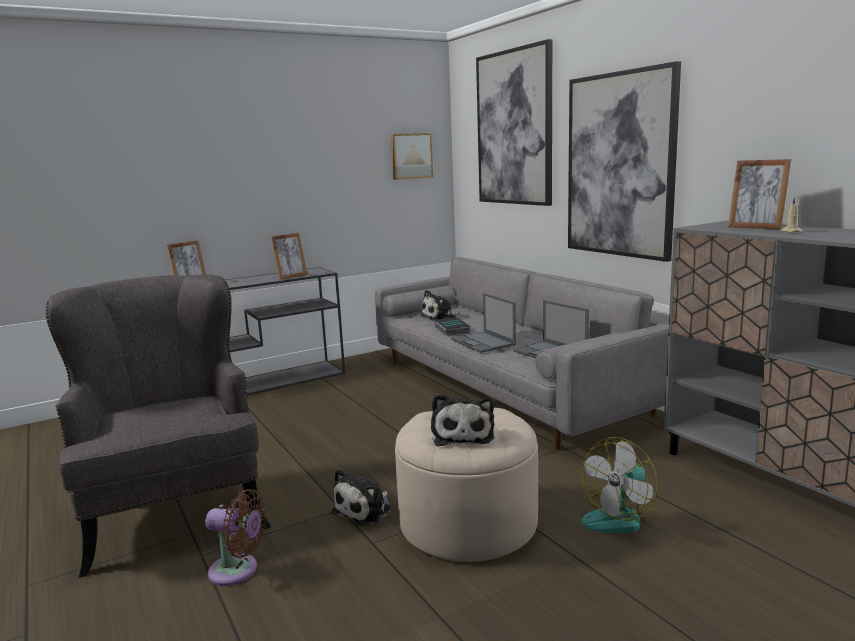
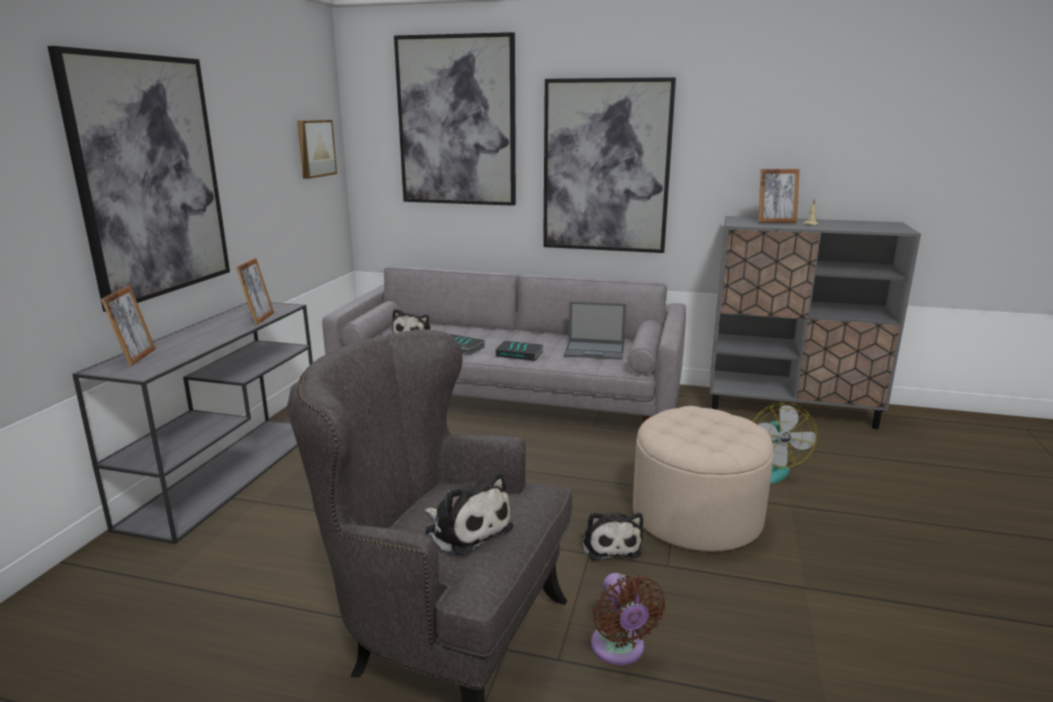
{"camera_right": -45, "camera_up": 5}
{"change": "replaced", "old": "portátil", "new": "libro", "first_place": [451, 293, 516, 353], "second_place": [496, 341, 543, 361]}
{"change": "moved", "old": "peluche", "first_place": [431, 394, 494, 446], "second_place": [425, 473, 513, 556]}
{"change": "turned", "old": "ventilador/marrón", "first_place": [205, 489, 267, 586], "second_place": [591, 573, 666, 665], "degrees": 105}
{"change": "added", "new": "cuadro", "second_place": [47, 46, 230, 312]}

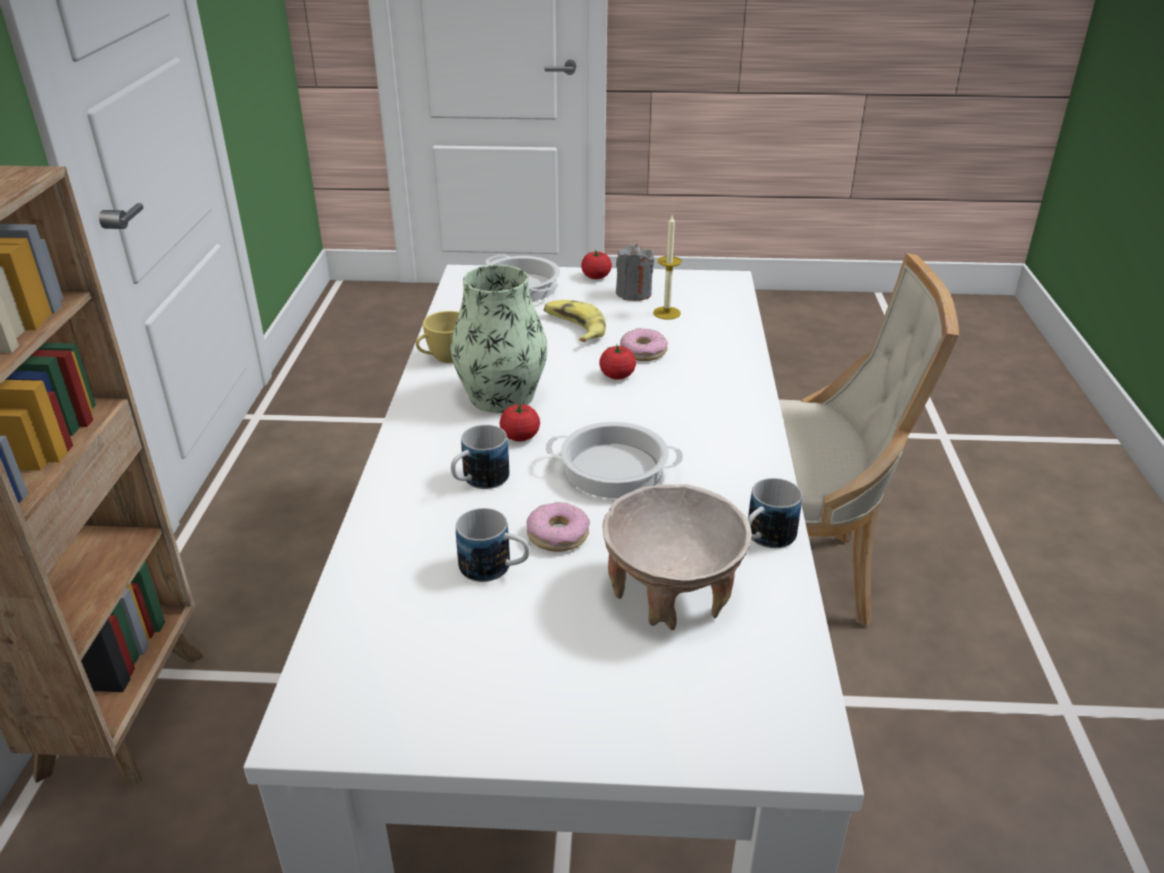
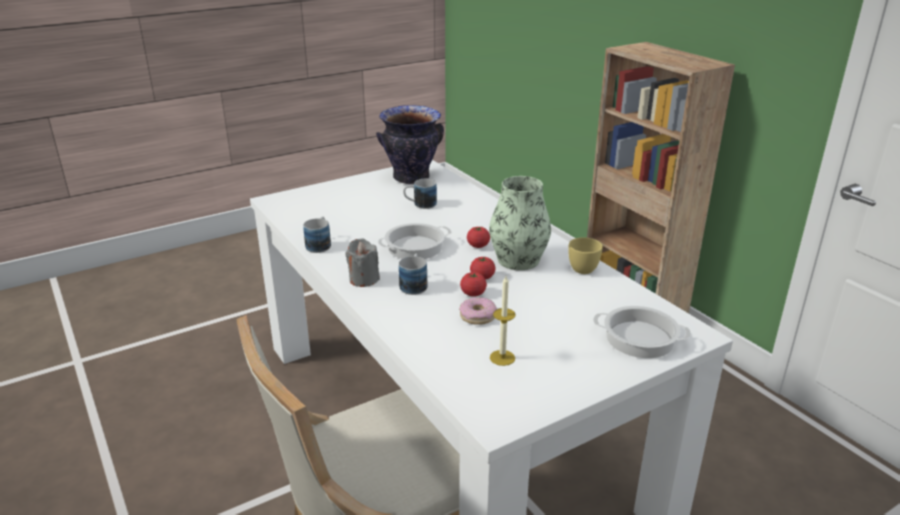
{"camera_right": 145, "camera_up": -5}
{"change": "moved", "old": "vela/gris", "first_place": [616, 244, 654, 301], "second_place": [346, 239, 380, 287]}
{"change": "moved", "old": "tomate", "first_place": [581, 250, 612, 279], "second_place": [470, 257, 496, 280]}
{"change": "removed", "old": "plátano", "first_place": [544, 300, 606, 342]}
{"change": "moved", "old": "taza grande", "first_place": [451, 425, 509, 489], "second_place": [399, 253, 427, 295]}
{"change": "removed", "old": "cuenco/beis", "first_place": [602, 484, 752, 630]}
{"change": "removed", "old": "rosquilla", "first_place": [526, 502, 590, 552]}
{"change": "added", "new": "florero", "second_place": [376, 105, 444, 184]}

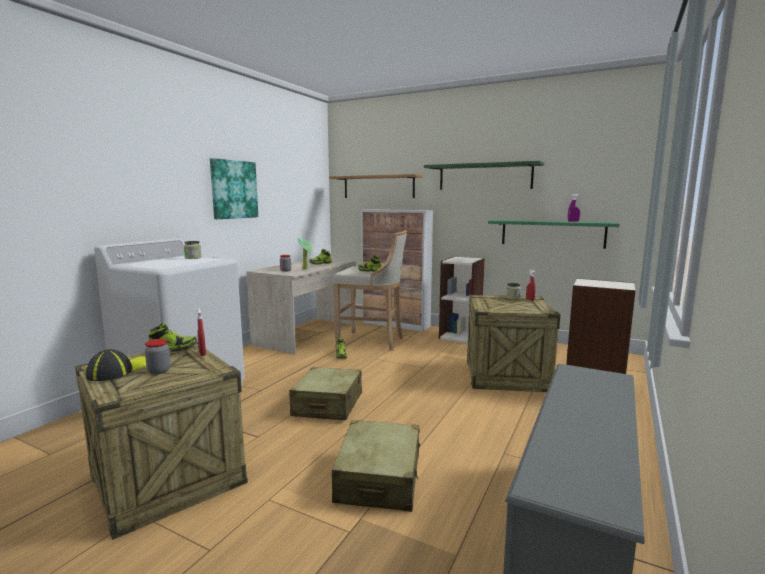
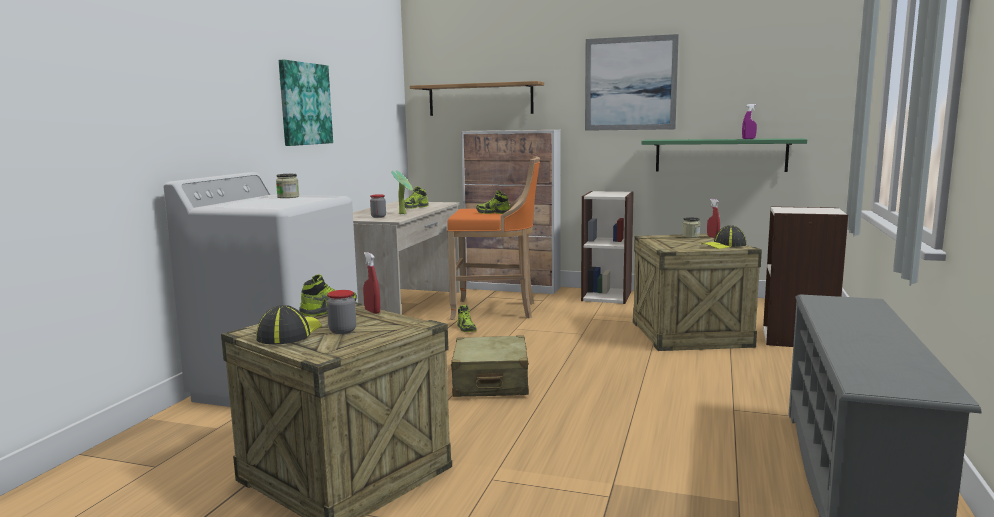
{"camera_right": -10, "camera_up": 0}
{"change": "replaced", "old": "estante/verde", "new": "cuadro", "first_place": [424, 161, 544, 190], "second_place": [585, 34, 679, 131]}
{"change": "recoloured", "old": "taburete/beis", "new": "taburete/naranja", "first_place": [334, 230, 407, 351], "second_place": [447, 156, 540, 320]}
{"change": "removed", "old": "maleta/beis", "first_place": [332, 420, 420, 512]}
{"change": "added", "new": "gorra", "second_place": [701, 225, 746, 249]}

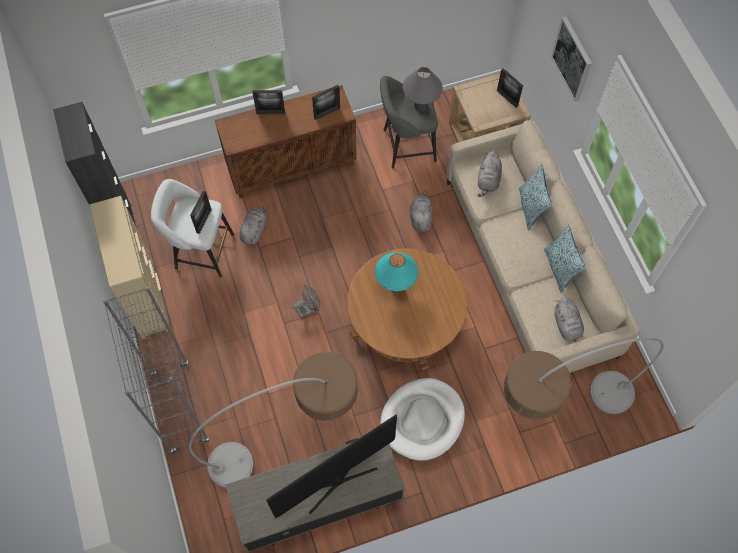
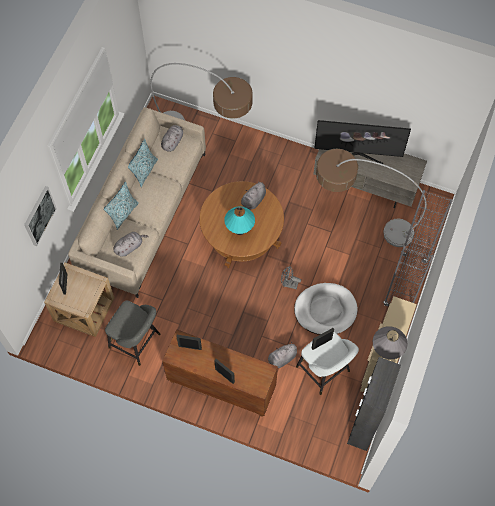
{"camera_right": -140, "camera_up": 0}
{"change": "moved", "old": "lámpara de mesa/gris", "first_place": [402, 67, 443, 112], "second_place": [372, 326, 408, 359]}
{"change": "moved", "old": "peluche/gris", "first_place": [410, 191, 432, 232], "second_place": [237, 181, 266, 210]}
{"change": "moved", "old": "cama para perro/blanco", "first_place": [380, 378, 465, 461], "second_place": [294, 283, 358, 335]}

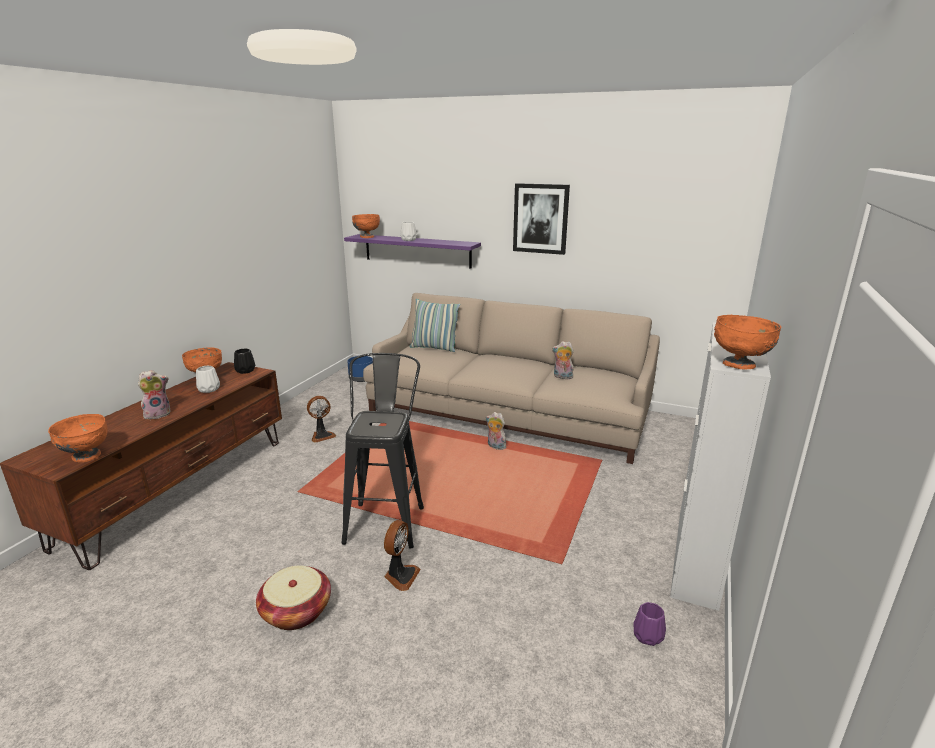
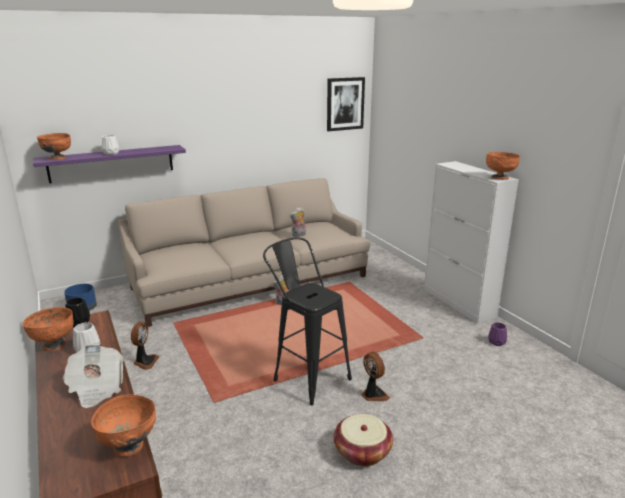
{"camera_right": -50, "camera_up": 0}
{"change": "moved", "old": "cuadro", "first_place": [513, 183, 570, 255], "second_place": [327, 77, 365, 131]}
{"change": "removed", "old": "cojín", "first_place": [410, 299, 460, 352]}
{"change": "replaced", "old": "peluche", "new": "periódico", "first_place": [138, 370, 171, 419], "second_place": [62, 343, 124, 408]}

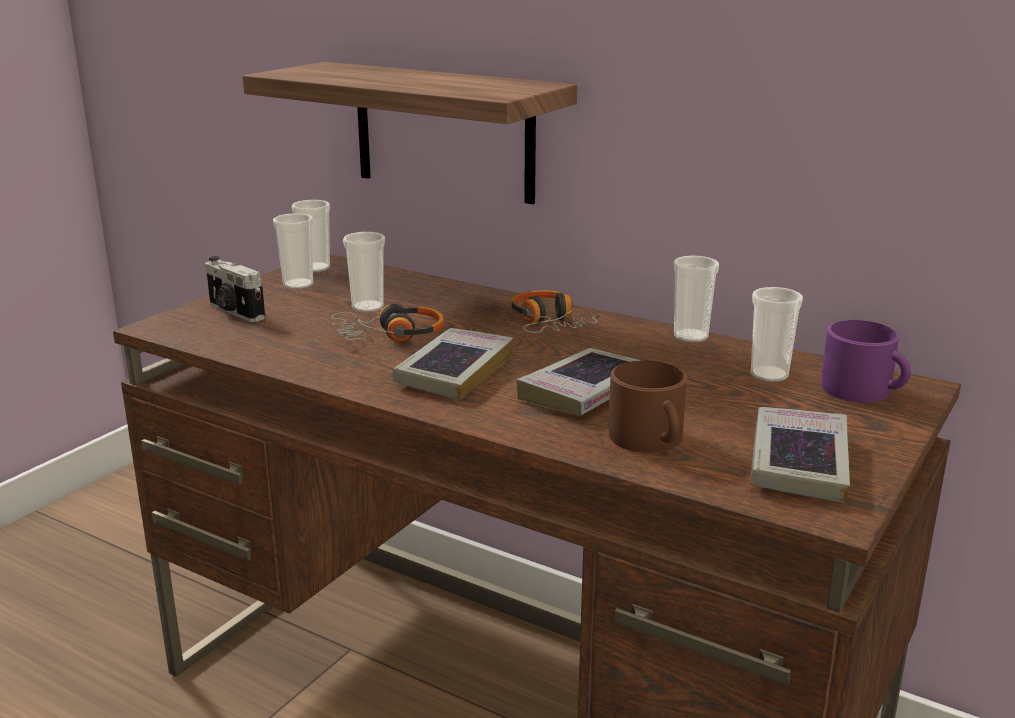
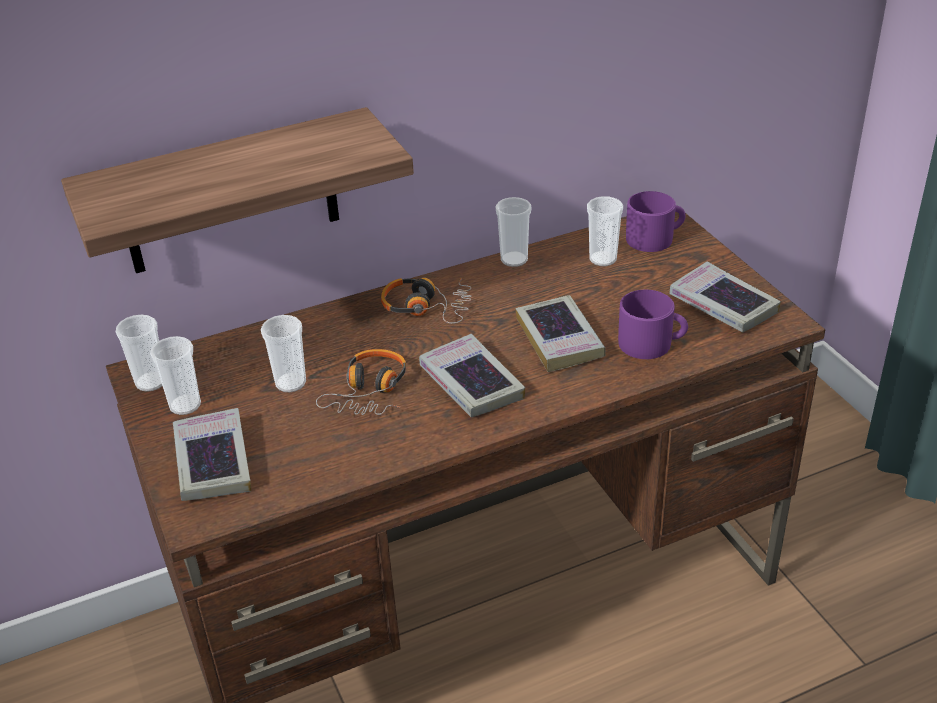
{"camera_right": -55, "camera_up": 15}
{"change": "replaced", "old": "cámara", "new": "libro", "first_place": [205, 256, 265, 322], "second_place": [173, 408, 251, 501]}
{"change": "recoloured", "old": "taza grande/marrón", "new": "taza grande/morado", "first_place": [609, 360, 687, 453], "second_place": [618, 290, 688, 359]}

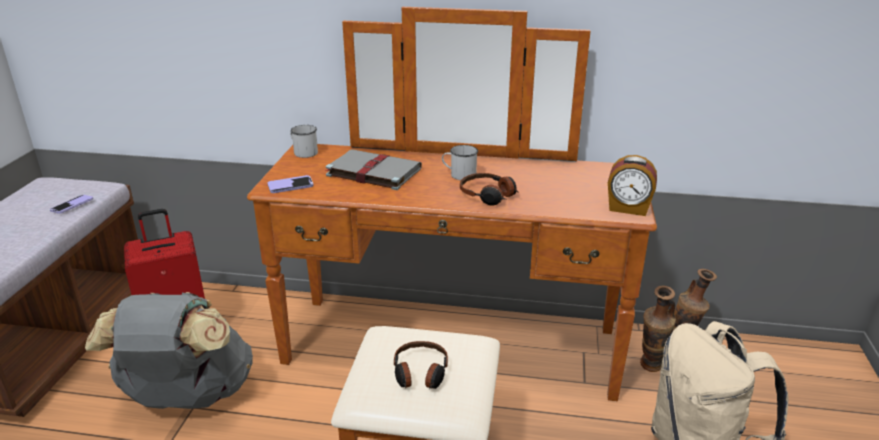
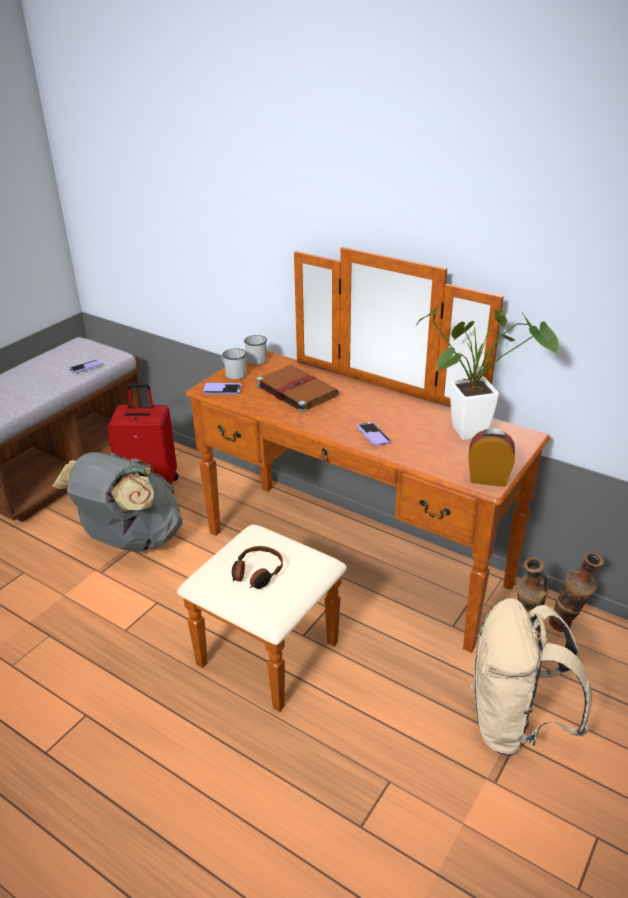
{"camera_right": 25, "camera_up": 5}
{"change": "moved", "old": "taza grande/blanco", "first_place": [442, 145, 478, 180], "second_place": [221, 348, 247, 380]}
{"change": "recoloured", "old": "libro/gris", "new": "libro/marrón", "first_place": [325, 149, 422, 190], "second_place": [256, 365, 339, 413]}
{"change": "turned", "old": "despertador", "first_place": [608, 155, 657, 216], "second_place": [468, 428, 515, 487], "degrees": 150}
{"change": "replaced", "old": "auriculares", "new": "móvil", "first_place": [460, 173, 519, 205], "second_place": [357, 422, 391, 446]}
{"change": "added", "new": "planta en maceta", "second_place": [415, 307, 559, 440]}

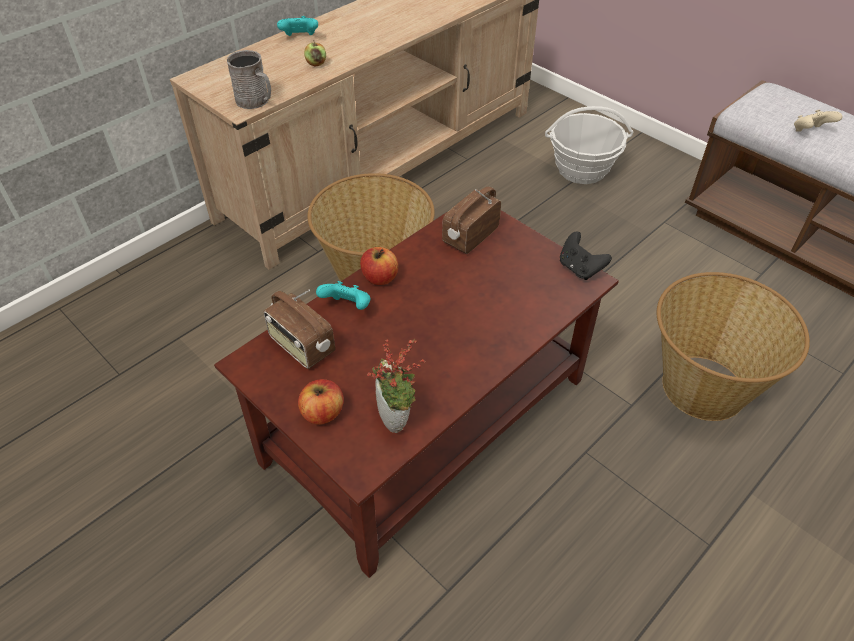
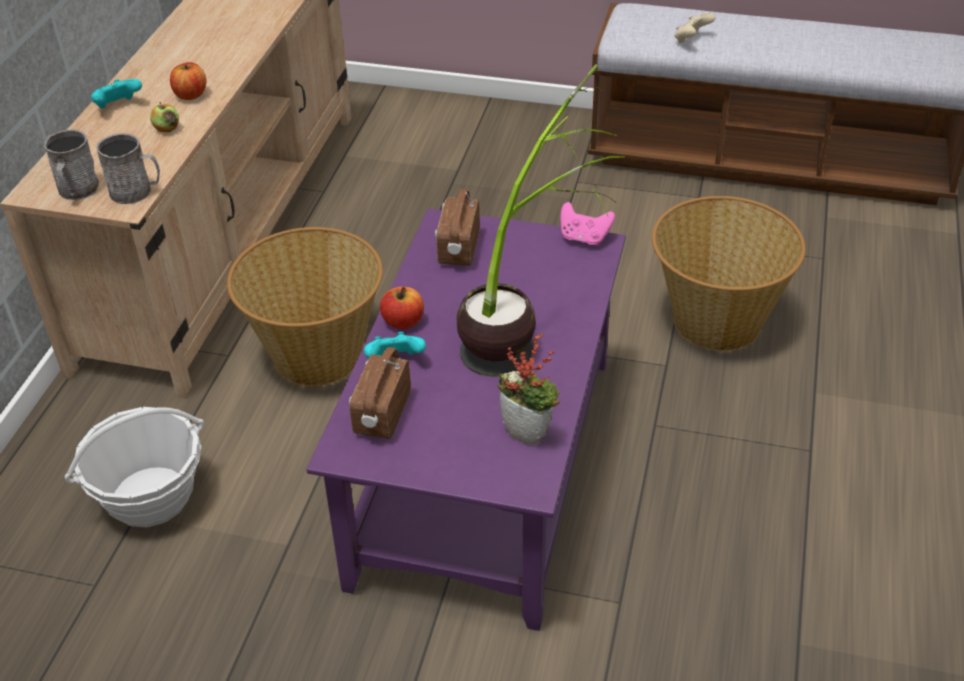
{"camera_right": -30, "camera_up": -5}
{"change": "moved", "old": "cesta", "first_place": [545, 106, 634, 184], "second_place": [64, 407, 204, 527]}
{"change": "recoloured", "old": "mesa de centro/marrón", "new": "mesa de centro/morado", "first_place": [214, 210, 619, 578], "second_place": [306, 208, 626, 631]}
{"change": "recoloured", "old": "mando de consola/negro", "new": "mando de consola/rosa", "first_place": [560, 232, 612, 280], "second_place": [561, 202, 615, 246]}
{"change": "turned", "old": "radio", "first_place": [263, 290, 335, 369], "second_place": [349, 347, 411, 439], "degrees": 90}
{"change": "moved", "old": "manzana", "first_place": [298, 379, 344, 425], "second_place": [170, 62, 206, 100]}
{"change": "added", "new": "planta en maceta", "second_place": [457, 64, 625, 377]}
{"change": "added", "new": "taza grande/gris", "second_place": [44, 129, 99, 200]}

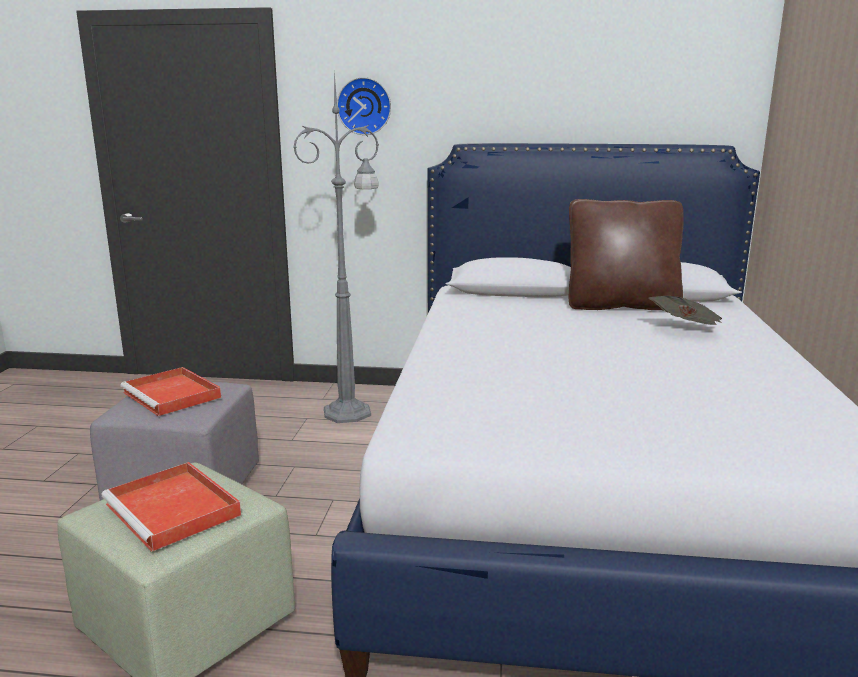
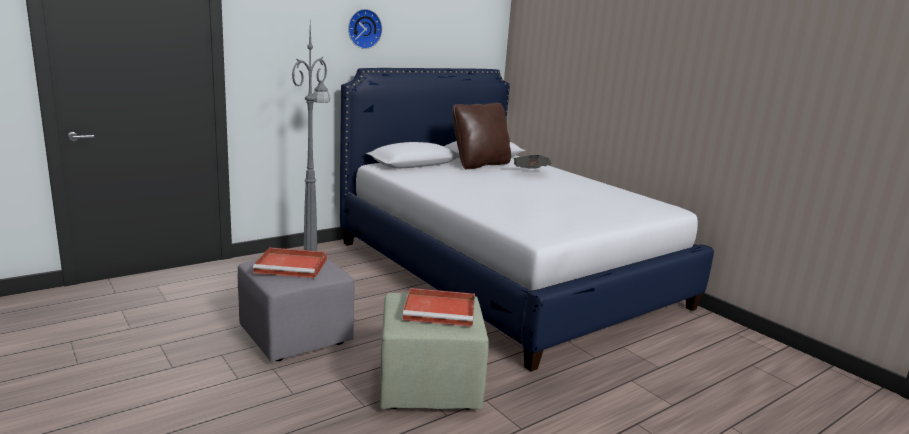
{"camera_right": -45, "camera_up": 0}
{"change": "moved", "old": "reloj de pared", "first_place": [337, 77, 391, 135], "second_place": [348, 9, 382, 49]}

